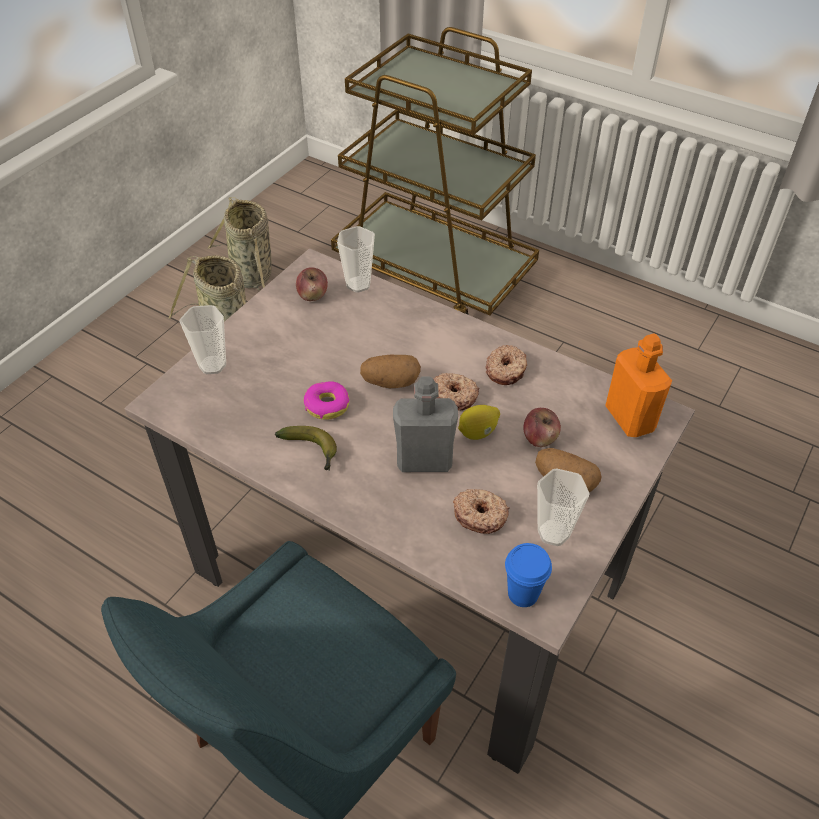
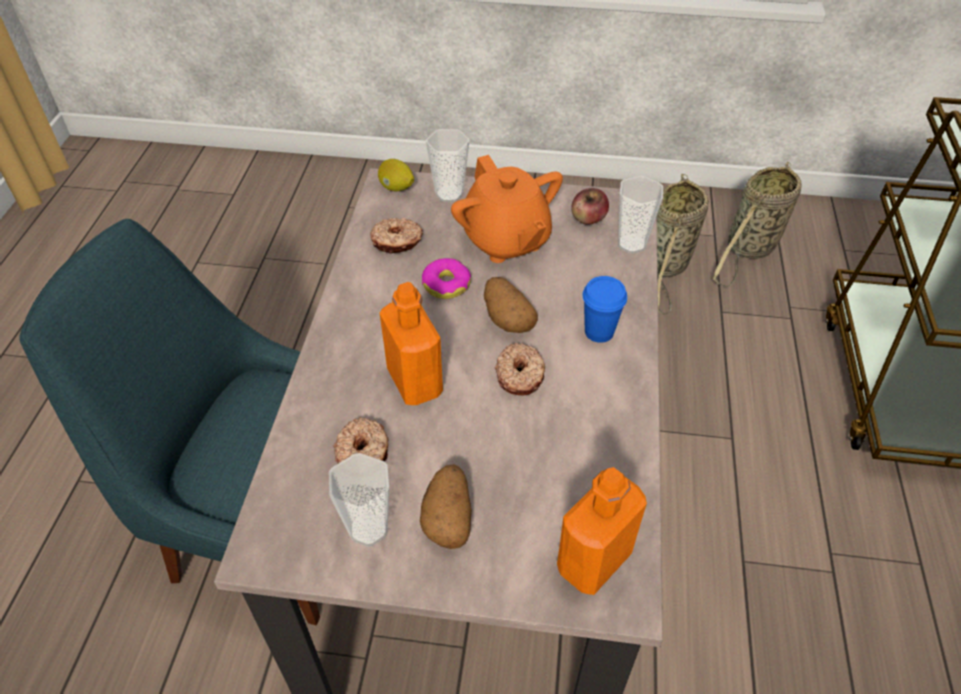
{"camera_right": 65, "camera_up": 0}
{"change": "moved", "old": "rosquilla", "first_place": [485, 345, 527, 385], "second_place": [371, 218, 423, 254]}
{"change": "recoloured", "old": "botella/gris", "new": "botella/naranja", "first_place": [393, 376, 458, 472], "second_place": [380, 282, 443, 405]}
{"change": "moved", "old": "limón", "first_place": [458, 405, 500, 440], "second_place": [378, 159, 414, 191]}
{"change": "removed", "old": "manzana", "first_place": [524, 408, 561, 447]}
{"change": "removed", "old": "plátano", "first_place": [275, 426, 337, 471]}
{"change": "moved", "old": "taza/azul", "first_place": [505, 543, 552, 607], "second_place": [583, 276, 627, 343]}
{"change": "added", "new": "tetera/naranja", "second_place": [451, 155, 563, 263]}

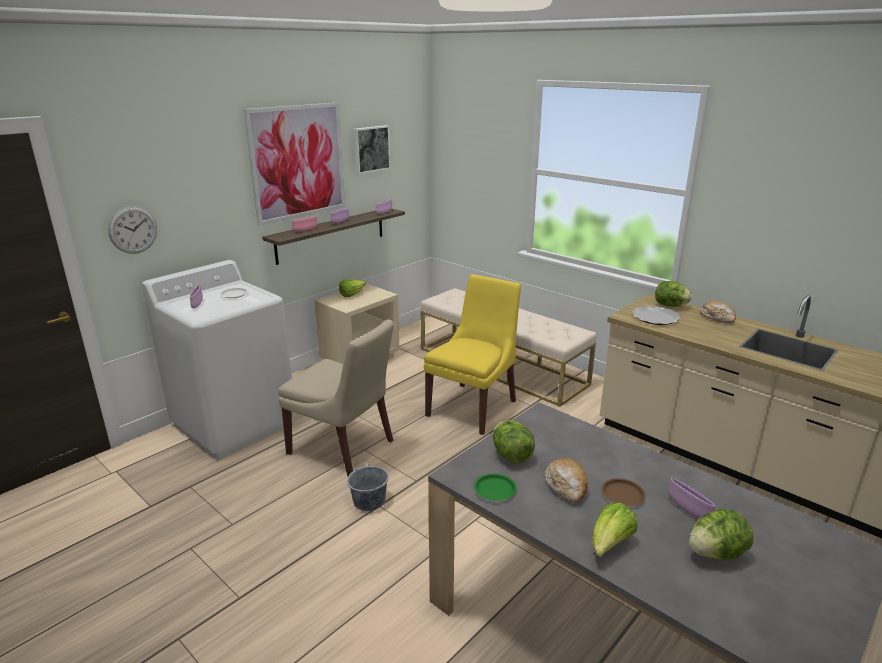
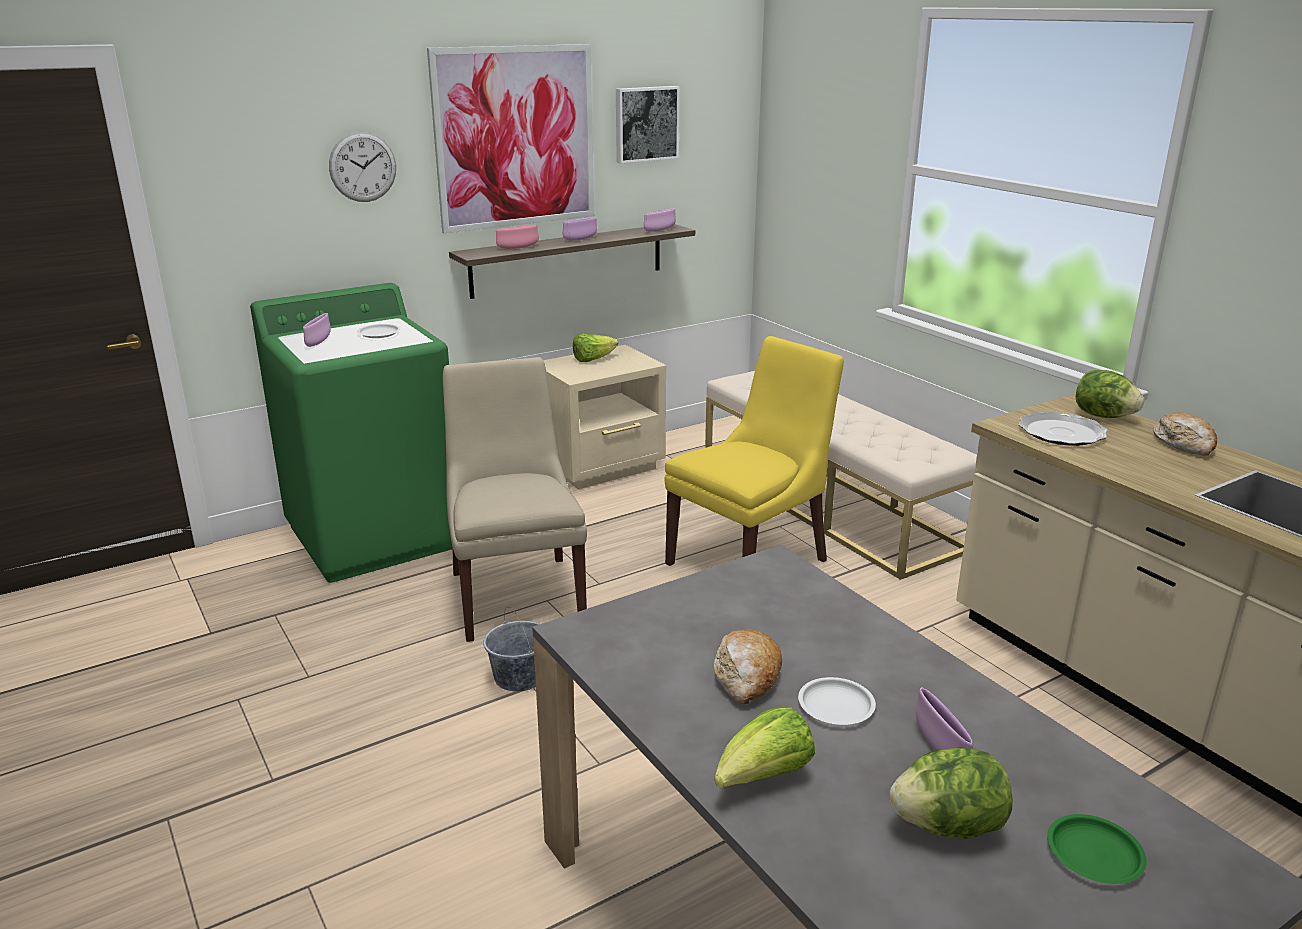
{"camera_right": 15, "camera_up": 0}
{"change": "moved", "old": "reloj de pared", "first_place": [108, 206, 157, 254], "second_place": [329, 132, 396, 202]}
{"change": "recoloured", "old": "lavadora/blanco", "new": "lavadora/verde", "first_place": [142, 260, 296, 459], "second_place": [250, 283, 452, 583]}
{"change": "turned", "old": "silla/beis", "first_place": [278, 319, 394, 476], "second_place": [443, 357, 587, 642], "degrees": -150}
{"change": "removed", "old": "lechuga", "first_place": [493, 420, 535, 464]}
{"change": "moved", "old": "plato/verde", "first_place": [474, 474, 517, 501], "second_place": [1047, 814, 1147, 884]}
{"change": "recoloured", "old": "plato/marrón", "new": "plato/blanco", "first_place": [601, 478, 646, 506], "second_place": [798, 677, 876, 725]}

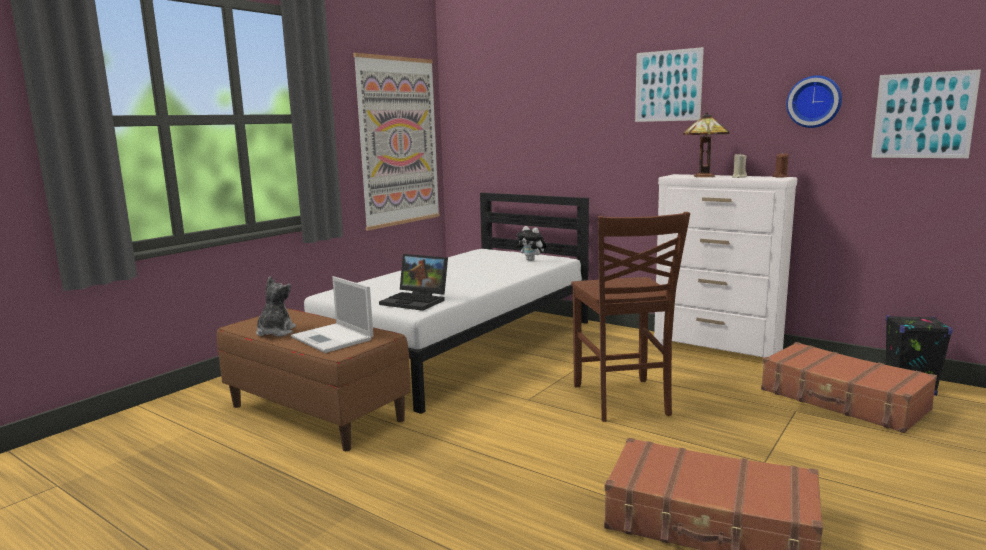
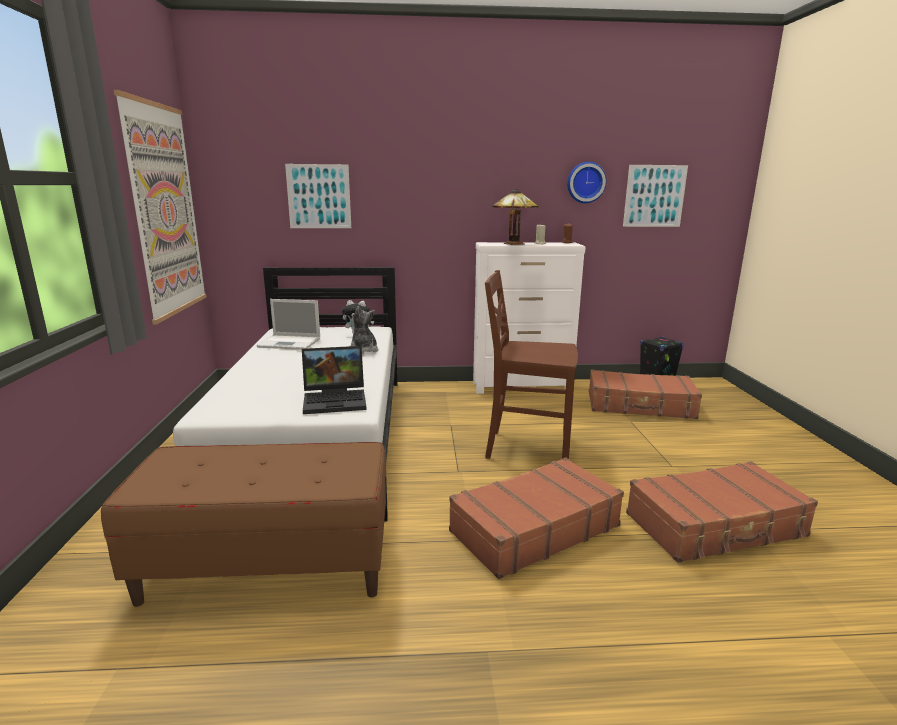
{"camera_right": -40, "camera_up": 5}
{"change": "moved", "old": "cuadro", "first_place": [635, 47, 704, 122], "second_place": [285, 164, 351, 228]}
{"change": "turned", "old": "silla/marrón", "first_place": [571, 212, 690, 422], "second_place": [485, 270, 578, 459], "degrees": 150}
{"change": "moved", "old": "peluche", "first_place": [256, 276, 296, 337], "second_place": [350, 306, 379, 354]}
{"change": "moved", "old": "portátil", "first_place": [291, 276, 373, 353], "second_place": [257, 299, 320, 350]}
{"change": "added", "new": "maleta/marrón", "second_place": [449, 457, 624, 579]}

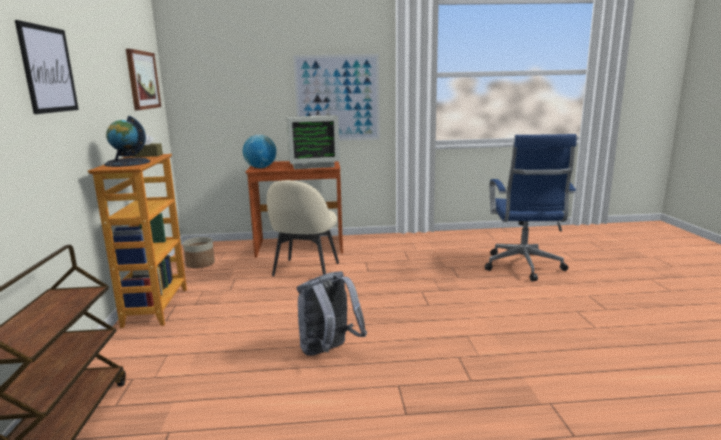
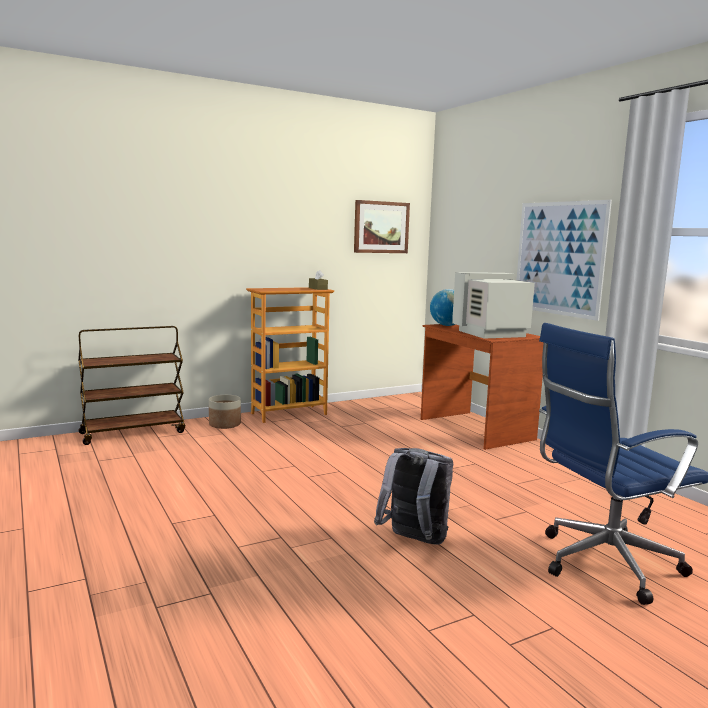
{"camera_right": 65, "camera_up": -5}
{"change": "removed", "old": "cuadro", "first_place": [15, 20, 79, 114]}
{"change": "turned", "old": "monitor", "first_place": [287, 115, 340, 169], "second_place": [452, 272, 535, 339], "degrees": 105}
{"change": "removed", "old": "globo terráqueo", "first_place": [104, 116, 150, 167]}
{"change": "removed", "old": "silla/beis", "first_place": [267, 180, 339, 276]}
{"change": "moved", "old": "maceta", "first_place": [183, 237, 215, 268], "second_place": [209, 395, 241, 429]}
{"change": "moved", "old": "mochila/gris", "first_place": [297, 271, 367, 356], "second_place": [374, 448, 453, 544]}

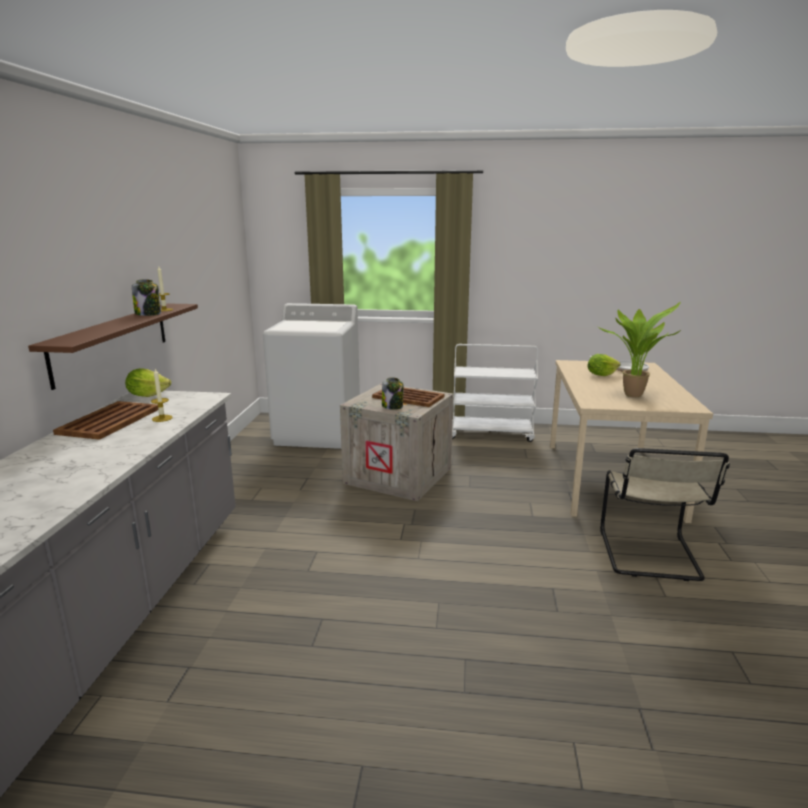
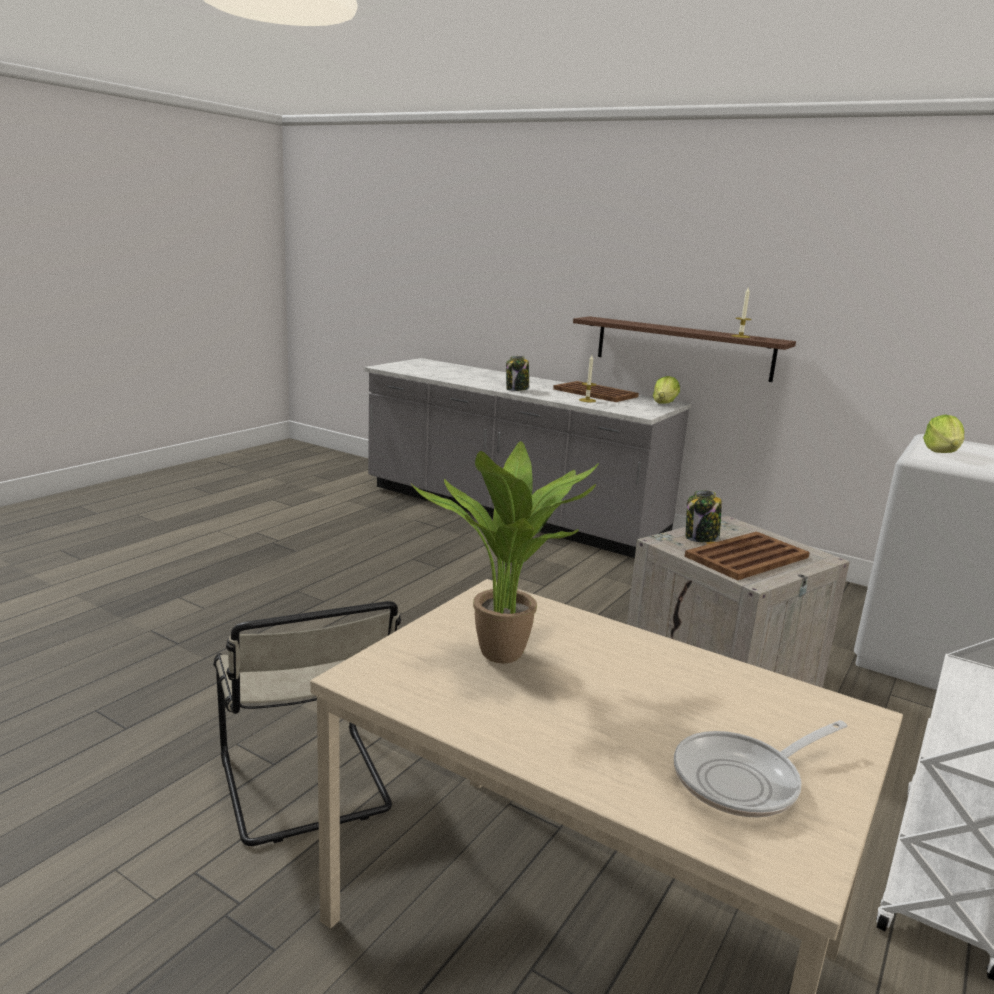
{"camera_right": 115, "camera_up": 0}
{"change": "moved", "old": "tarro", "first_place": [132, 279, 161, 316], "second_place": [506, 356, 529, 391]}
{"change": "moved", "old": "lechuga", "first_place": [588, 354, 620, 376], "second_place": [923, 415, 964, 453]}
{"change": "turned", "old": "silla/beis", "first_place": [600, 448, 730, 581], "second_place": [213, 601, 401, 846], "degrees": -150}

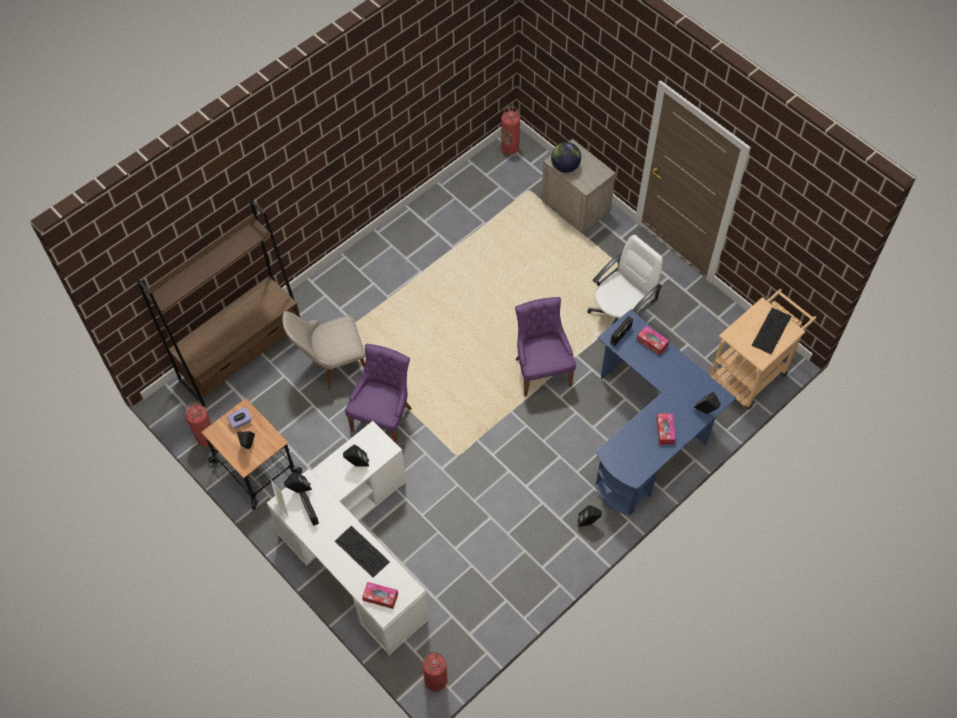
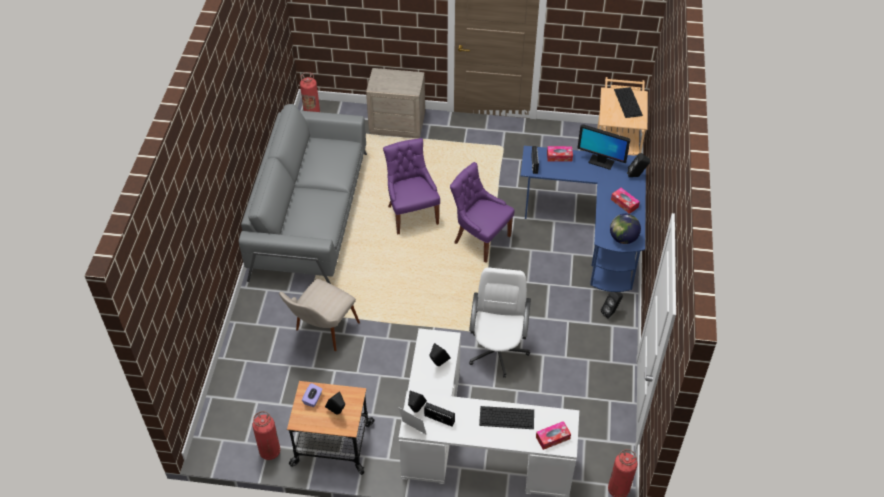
{"camera_right": -40, "camera_up": -10}
{"change": "moved", "old": "globo terráqueo", "first_place": [551, 142, 581, 173], "second_place": [610, 214, 641, 244]}
{"change": "removed", "old": "estantería/marrón", "first_place": [136, 199, 300, 406]}
{"change": "moved", "old": "silla de oficina/blanco", "first_place": [587, 235, 663, 325], "second_place": [469, 267, 531, 378]}
{"change": "moved", "old": "silla/morado", "first_place": [345, 344, 412, 445], "second_place": [383, 138, 440, 234]}
{"change": "added", "new": "sofá/gris", "second_place": [239, 104, 367, 284]}
{"change": "added", "new": "monitor", "second_place": [577, 124, 630, 170]}

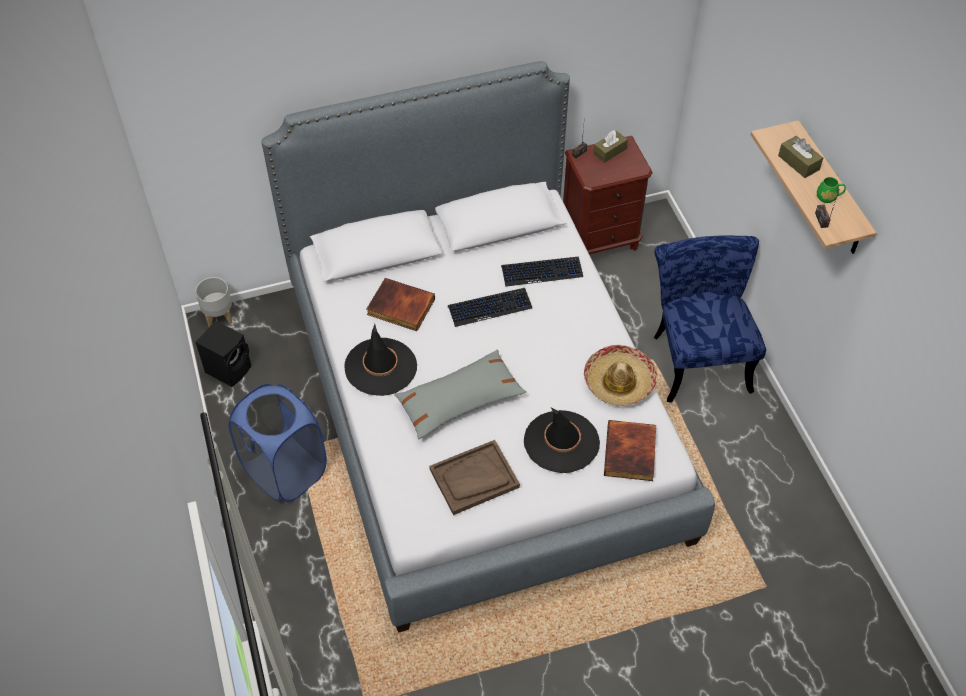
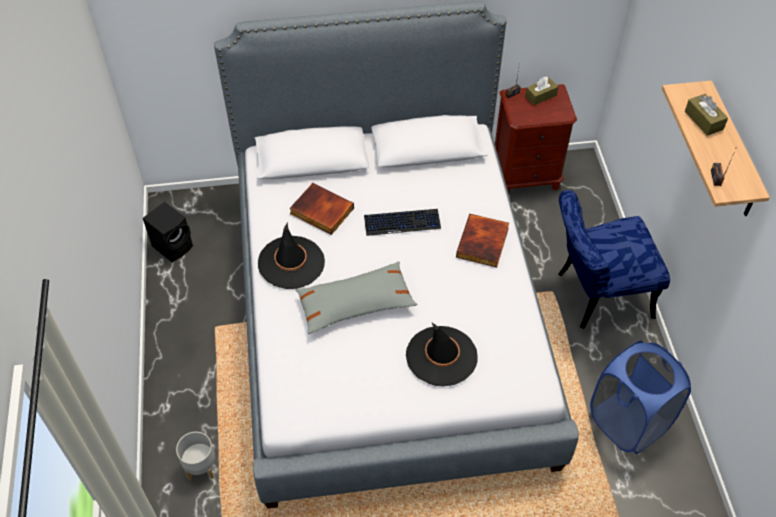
{"camera_right": 10, "camera_up": 0}
{"change": "removed", "old": "taza grande/verde", "first_place": [817, 177, 846, 203]}
{"change": "turned", "old": "silla/azul", "first_place": [654, 235, 766, 403], "second_place": [558, 190, 670, 329], "degrees": -105}
{"change": "removed", "old": "teclado", "first_place": [501, 256, 583, 287]}
{"change": "moved", "old": "maceta/gris", "first_place": [195, 277, 232, 327], "second_place": [176, 432, 215, 481]}
{"change": "removed", "old": "sombrero", "first_place": [584, 345, 657, 406]}
{"change": "moved", "old": "cesto de la ropa/azul", "first_place": [228, 384, 327, 502], "second_place": [590, 341, 691, 454]}
{"change": "moved", "old": "libro", "first_place": [604, 420, 656, 481], "second_place": [456, 214, 509, 267]}
{"change": "removed", "old": "bandeja/marrón", "first_place": [429, 440, 520, 515]}

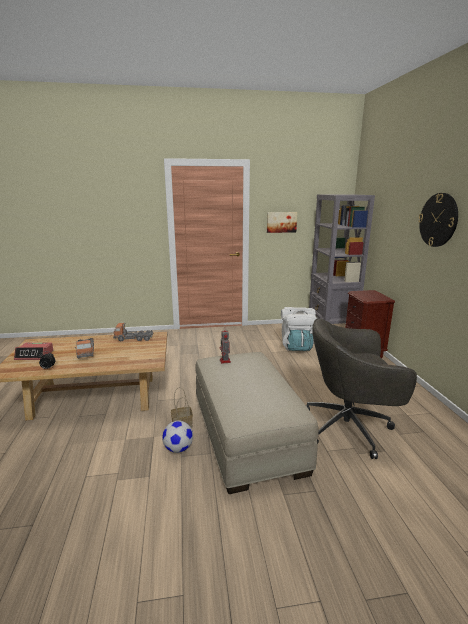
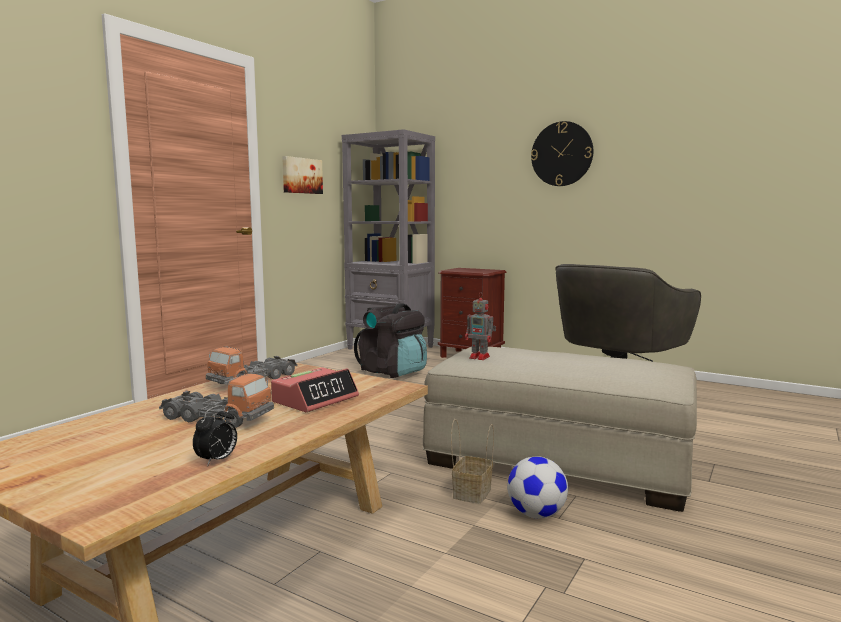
{"camera_right": -50, "camera_up": -10}
{"change": "recoloured", "old": "mochila/blanco", "new": "mochila/negro", "first_place": [281, 307, 317, 351], "second_place": [354, 303, 427, 378]}
{"change": "moved", "old": "despertador", "first_place": [14, 342, 53, 360], "second_place": [271, 367, 359, 412]}

